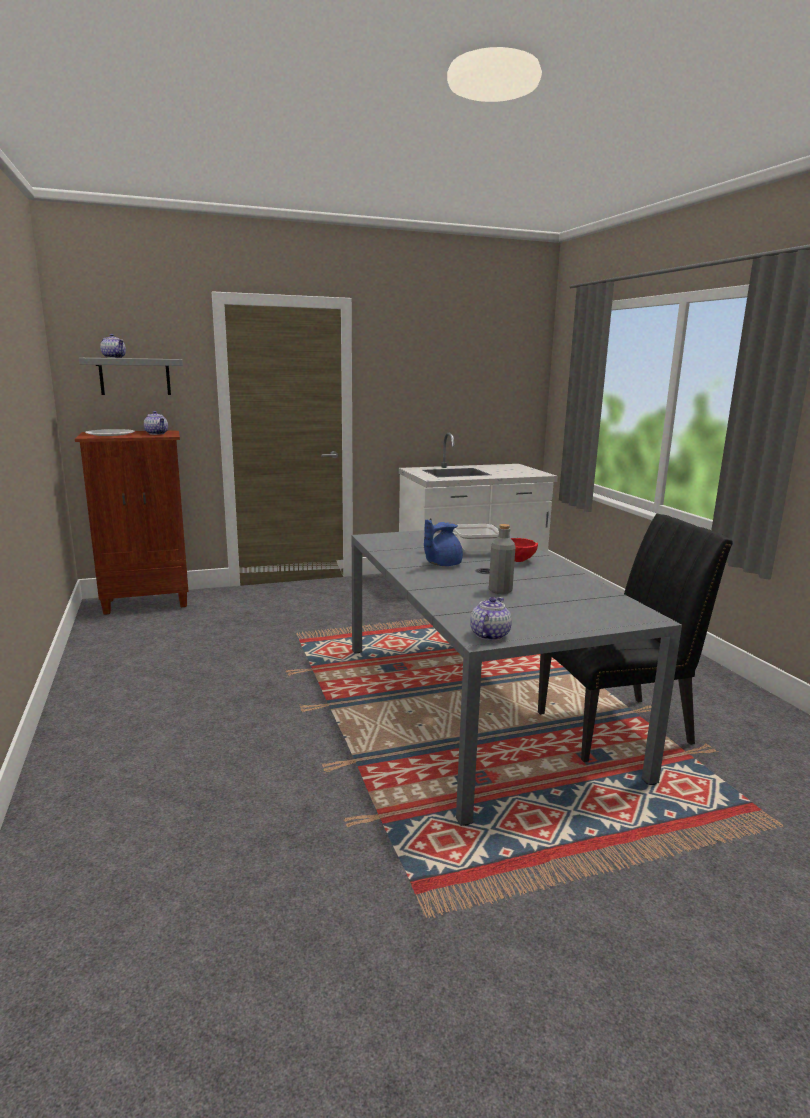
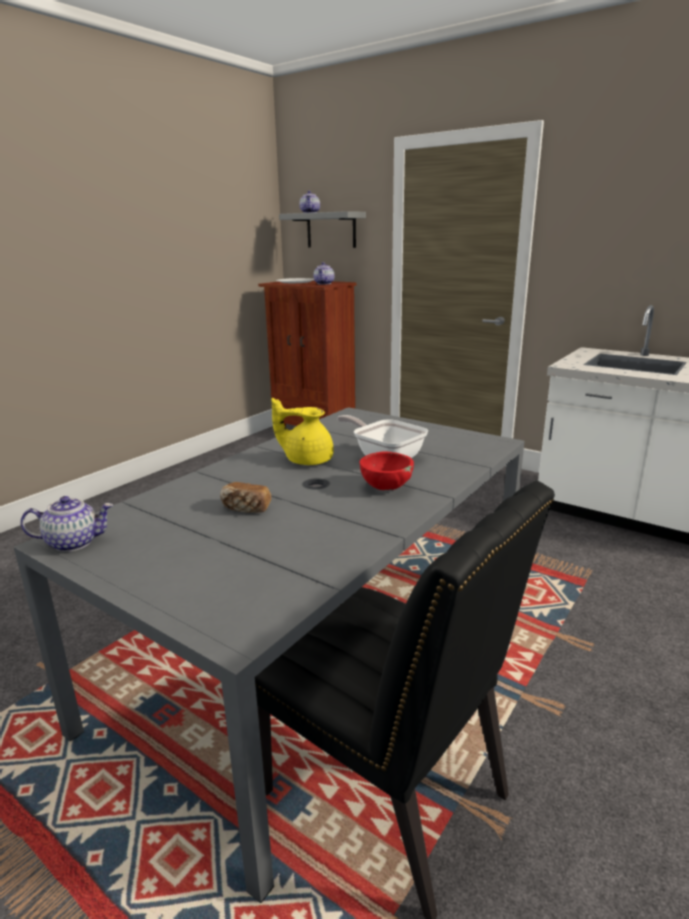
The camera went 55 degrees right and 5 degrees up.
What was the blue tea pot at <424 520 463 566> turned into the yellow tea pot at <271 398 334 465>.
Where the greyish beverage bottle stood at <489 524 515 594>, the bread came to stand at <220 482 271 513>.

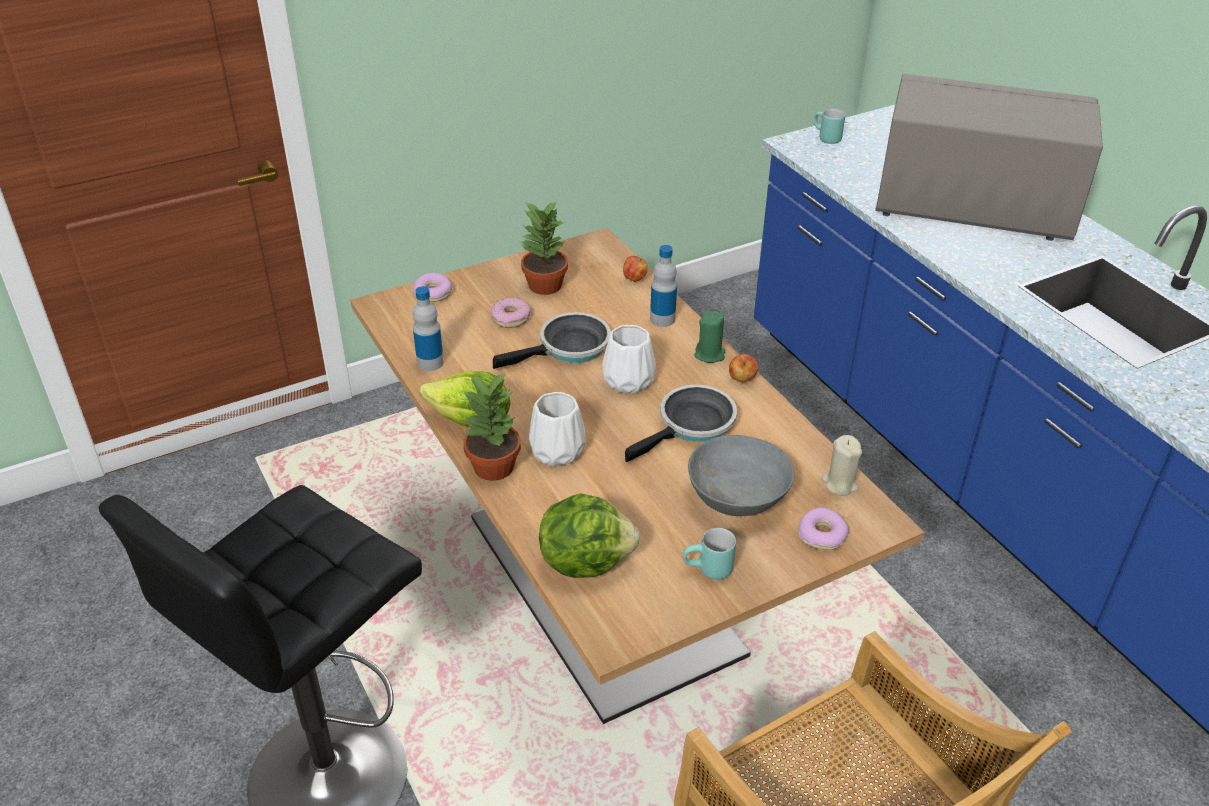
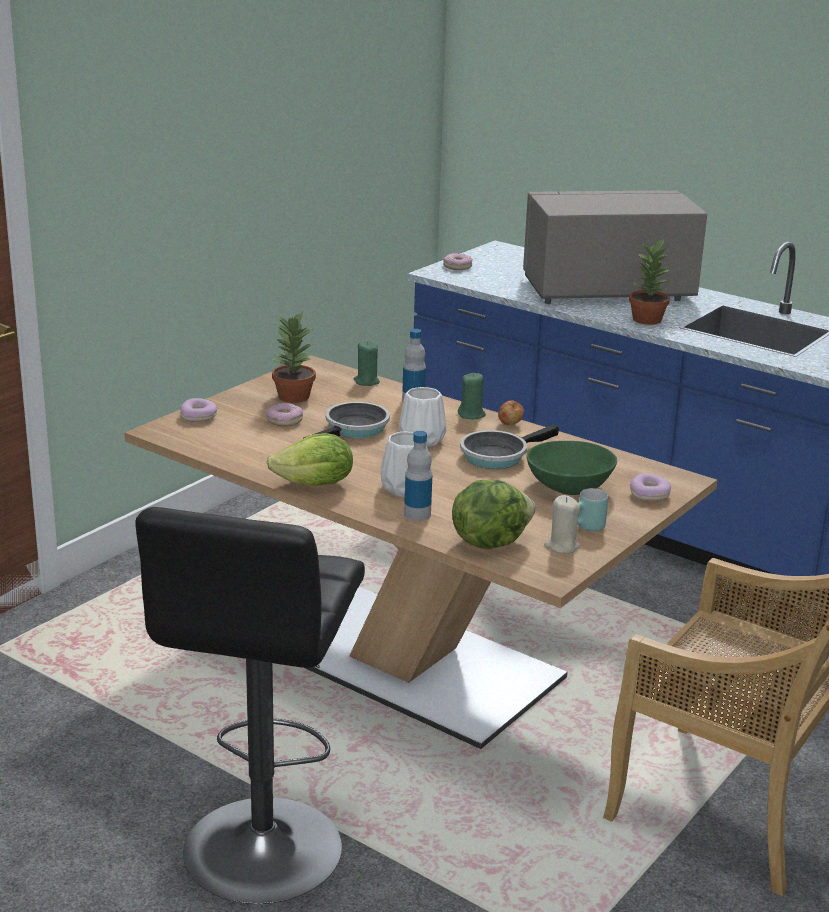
The camera went 25 degrees left and 15 degrees down.
The beverage bottle ended up elsewhere, having gone from <413 286 444 371> to <404 431 432 521>.
The potted plant ended up elsewhere, having gone from <462 374 521 481> to <629 237 671 325>.
Where the apple fruit stood at <623 256 648 282>, the green candle came to stand at <353 340 380 386>.
The frying pan at <625 385 737 462> ended up facing another way, 150 degrees counterclockwise from before.
What was the greyish bowl at <688 435 794 516> turned into the green bowl at <526 441 617 495>.
Where the turquoise-coloured coffee mug stood at <814 109 845 144>, the doughnut came to stand at <443 253 472 270>.
The beige candle ended up elsewhere, having gone from <821 435 862 496> to <544 495 580 554>.

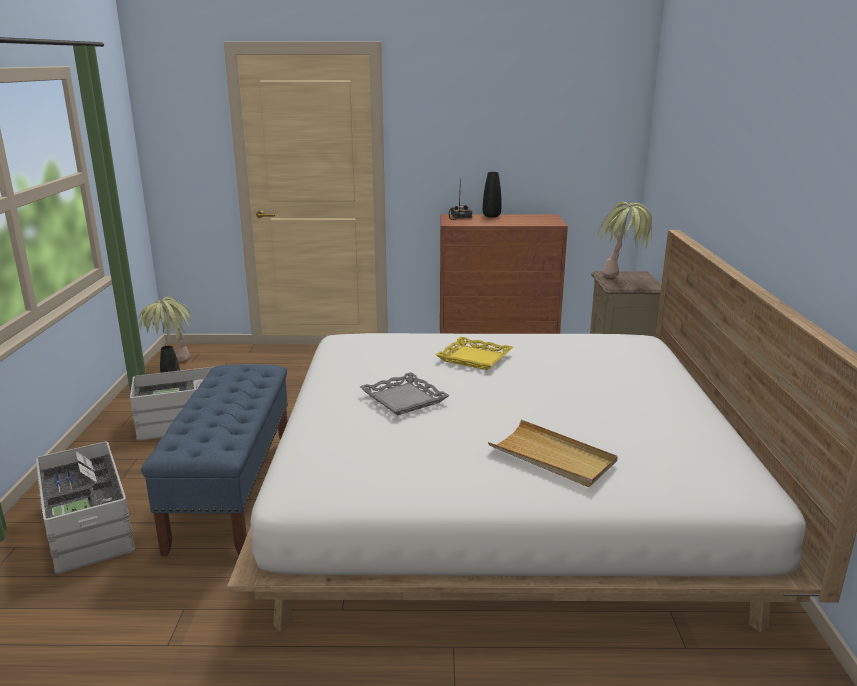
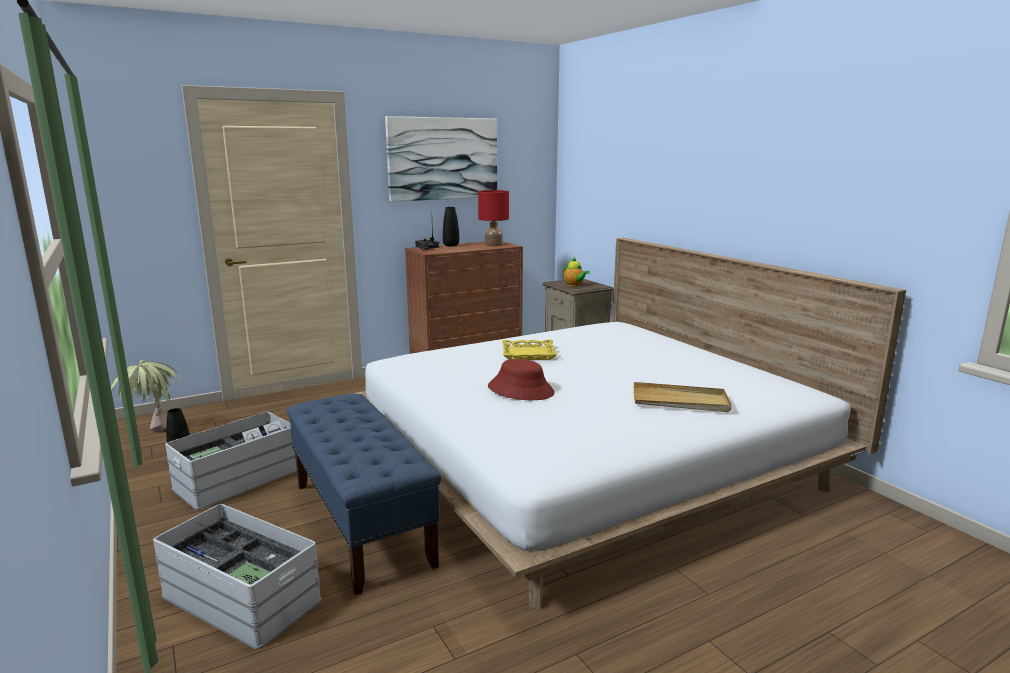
The camera went 30 degrees left and 5 degrees down.
Where the greyish carrying tray stood at <360 372 450 415>, the reddish clothing hat came to stand at <488 359 555 400>.
Where the potted plant stood at <598 202 652 278>, the tea pot came to stand at <564 257 590 287>.
The second view gained the wall picture at <385 116 497 202>.
The second view gained the reddish tabletop lamp at <478 190 509 246>.

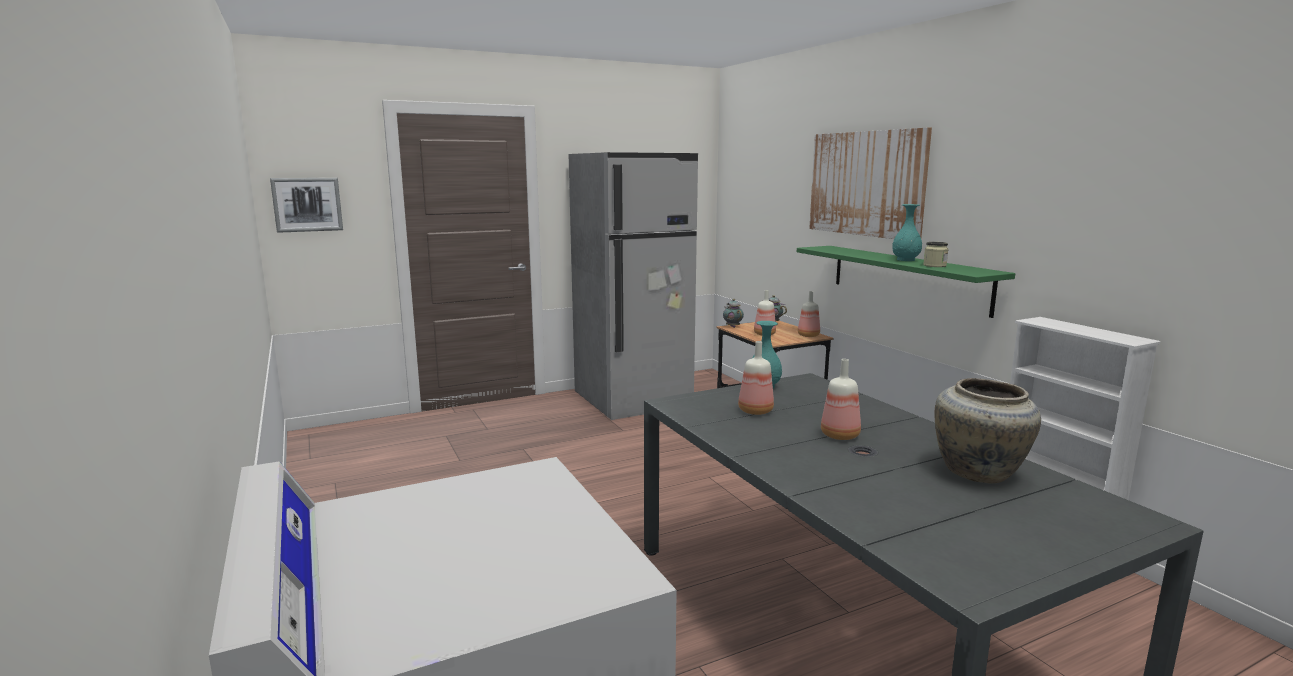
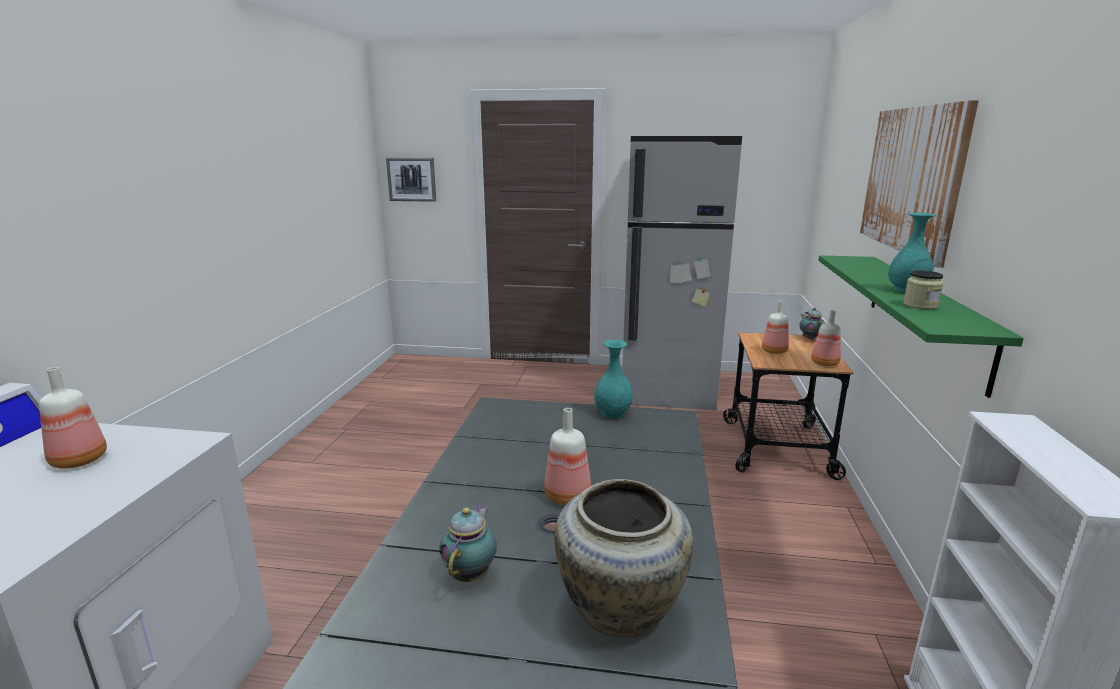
The camera went 35 degrees right and 5 degrees up.
The tea pot ended up elsewhere, having gone from <723 299 744 328> to <439 505 497 582>.
The beverage bottle ended up elsewhere, having gone from <738 341 774 415> to <39 367 107 469>.

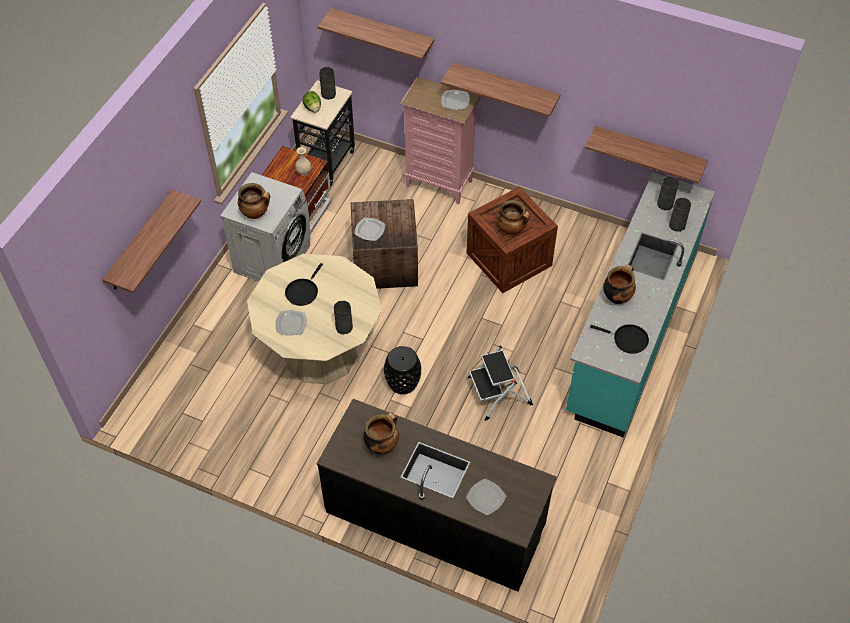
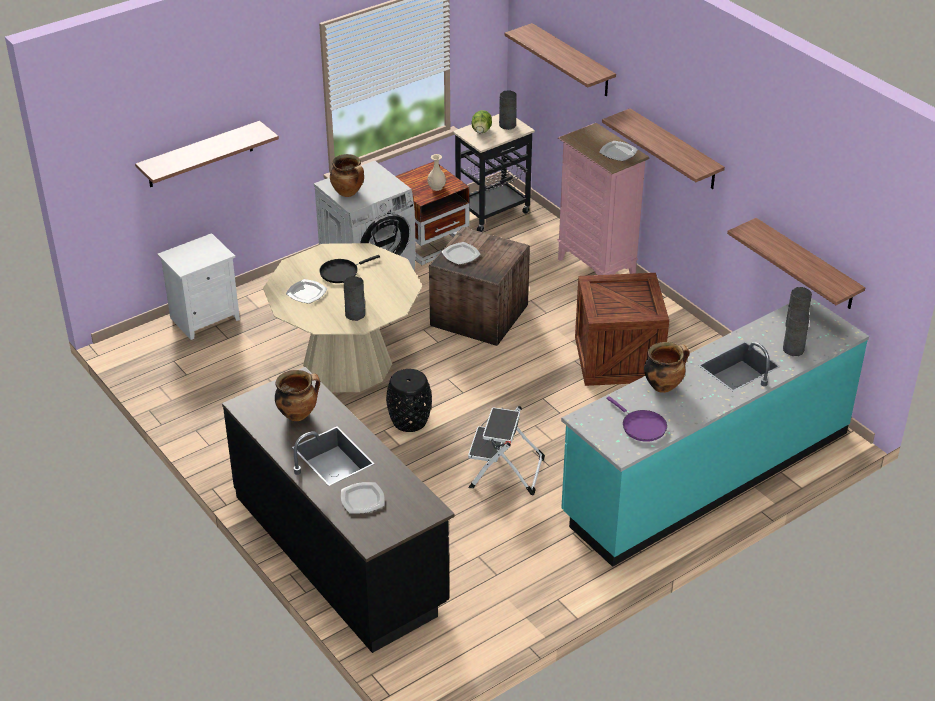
The camera went 30 degrees right and 15 degrees down.
The second view lost the cooking pot at <497 200 530 235>.
What was the blackish frying pan at <590 324 649 354> turned into the purple-coloured frying pan at <607 396 667 442>.
The second view gained the whitish nightstand at <157 233 240 340>.

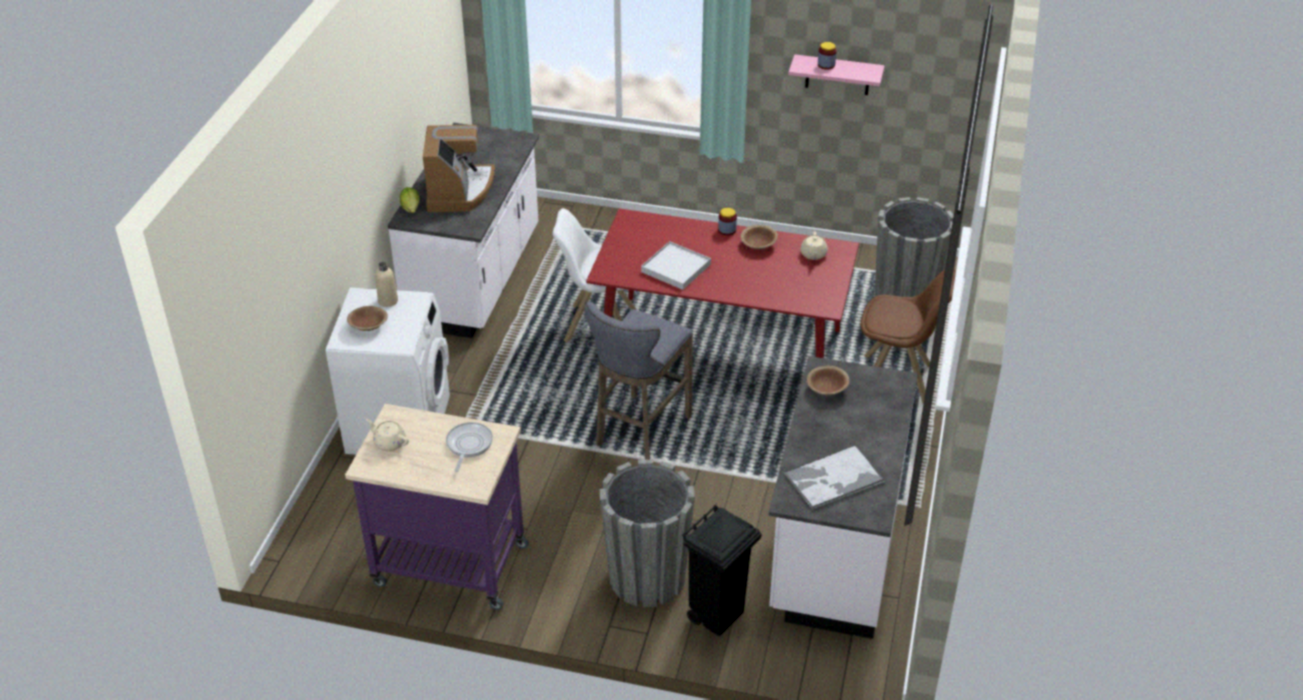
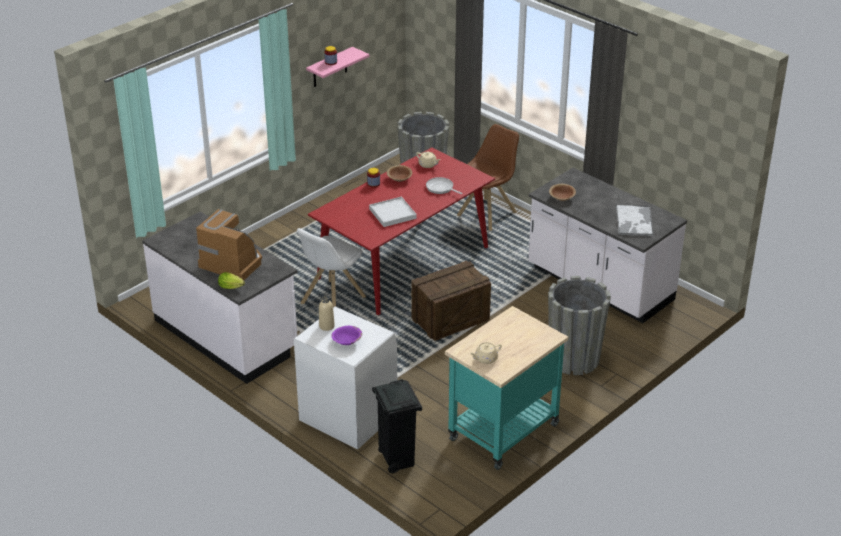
The camera went 60 degrees left and 5 degrees down.
What was the purple-coloured cart at <345 404 529 610> turned into the turquoise-coloured cart at <445 306 568 470>.
What was the brownish bowl at <347 306 388 331> turned into the purple-coloured bowl at <331 326 362 345>.
The frying pan ended up elsewhere, having gone from <446 422 493 472> to <426 177 462 194>.
Where the greyish stool stood at <585 301 693 460>, the packing crate came to stand at <411 260 491 341>.
The blackish trash can ended up elsewhere, having gone from <682 505 762 636> to <372 379 422 473>.

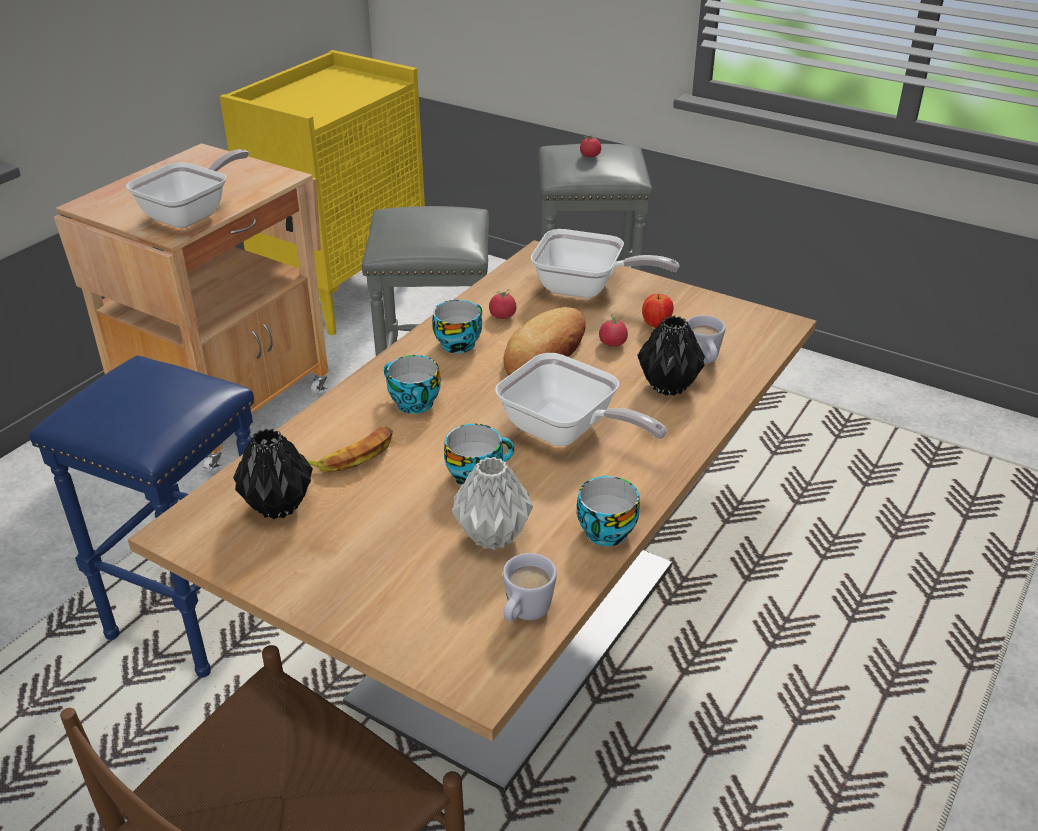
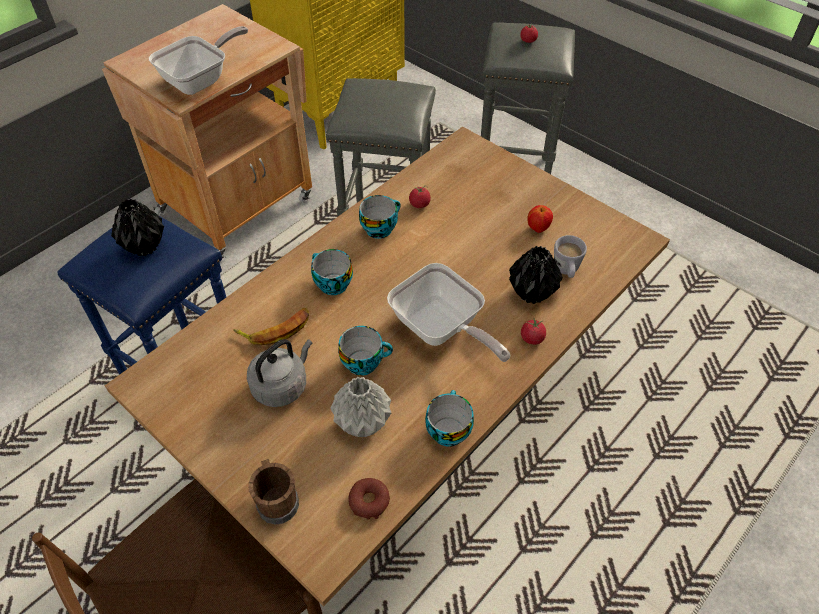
The camera went 10 degrees right and 15 degrees up.
The blackish vase ended up elsewhere, having gone from <233 428 313 519> to <111 199 164 256>.
The second view lost the bread at <503 307 586 375>.
Where the whitish coffee mug stood at <503 553 557 622>, the doughnut came to stand at <348 478 390 520>.
The second view lost the frying pan at <531 229 680 298>.
The whole tomato ended up elsewhere, having gone from <599 315 628 347> to <521 318 546 345>.
The second view gained the greyish kettle at <247 339 312 407>.
The second view gained the brownish coffee mug at <248 459 299 525>.

